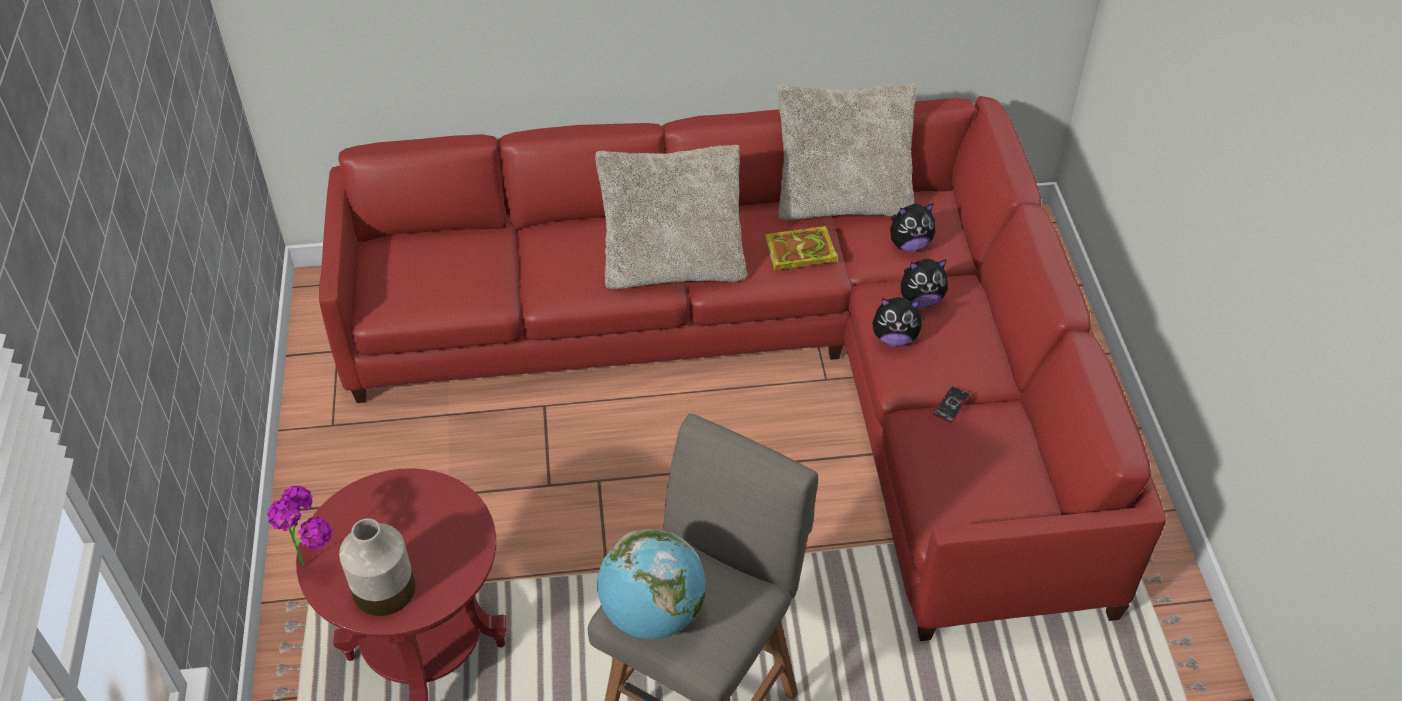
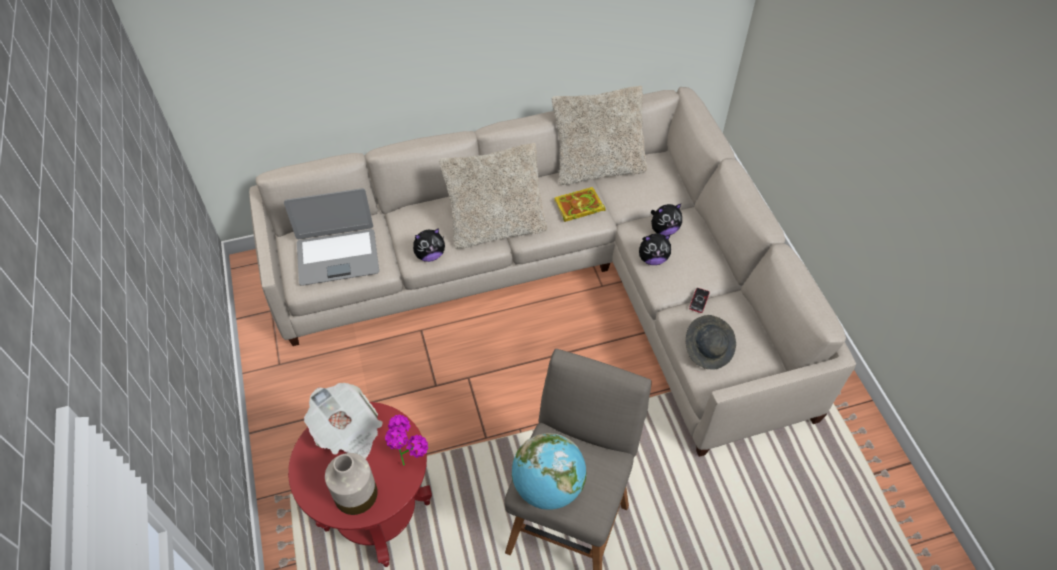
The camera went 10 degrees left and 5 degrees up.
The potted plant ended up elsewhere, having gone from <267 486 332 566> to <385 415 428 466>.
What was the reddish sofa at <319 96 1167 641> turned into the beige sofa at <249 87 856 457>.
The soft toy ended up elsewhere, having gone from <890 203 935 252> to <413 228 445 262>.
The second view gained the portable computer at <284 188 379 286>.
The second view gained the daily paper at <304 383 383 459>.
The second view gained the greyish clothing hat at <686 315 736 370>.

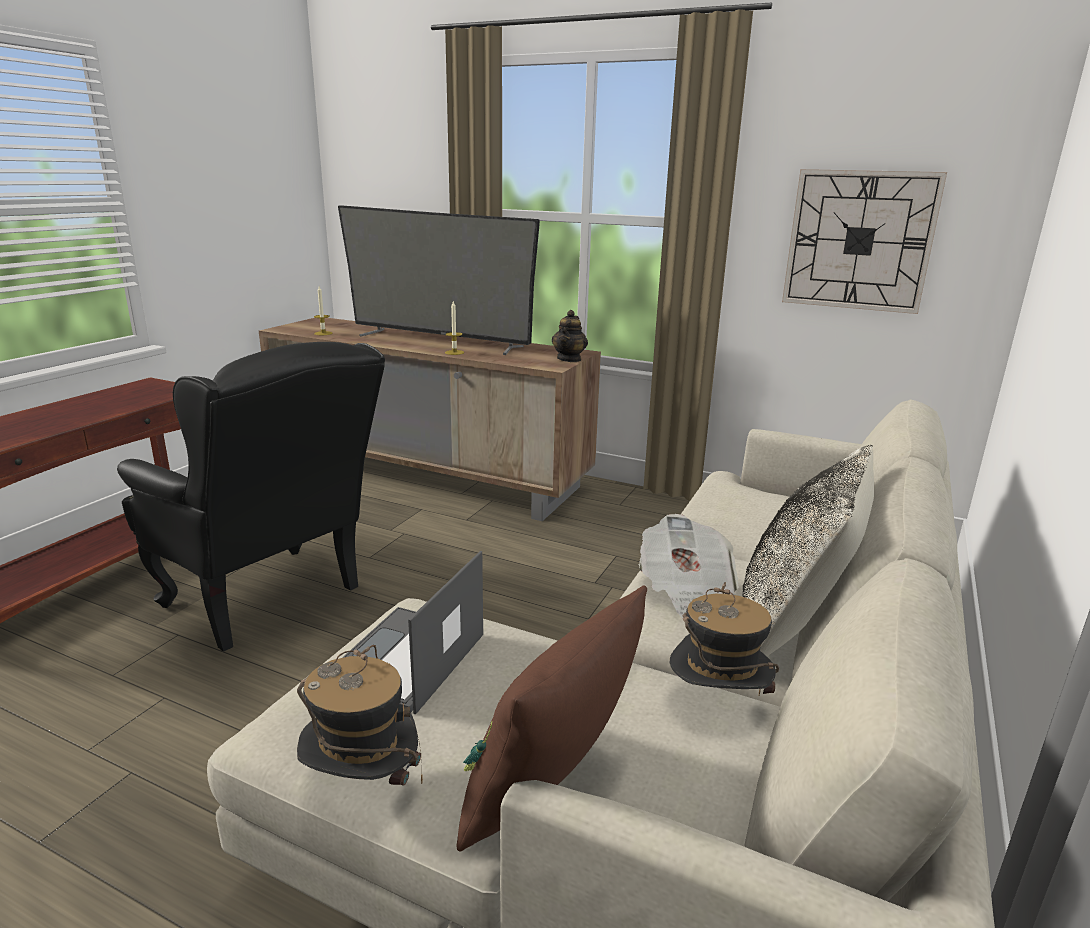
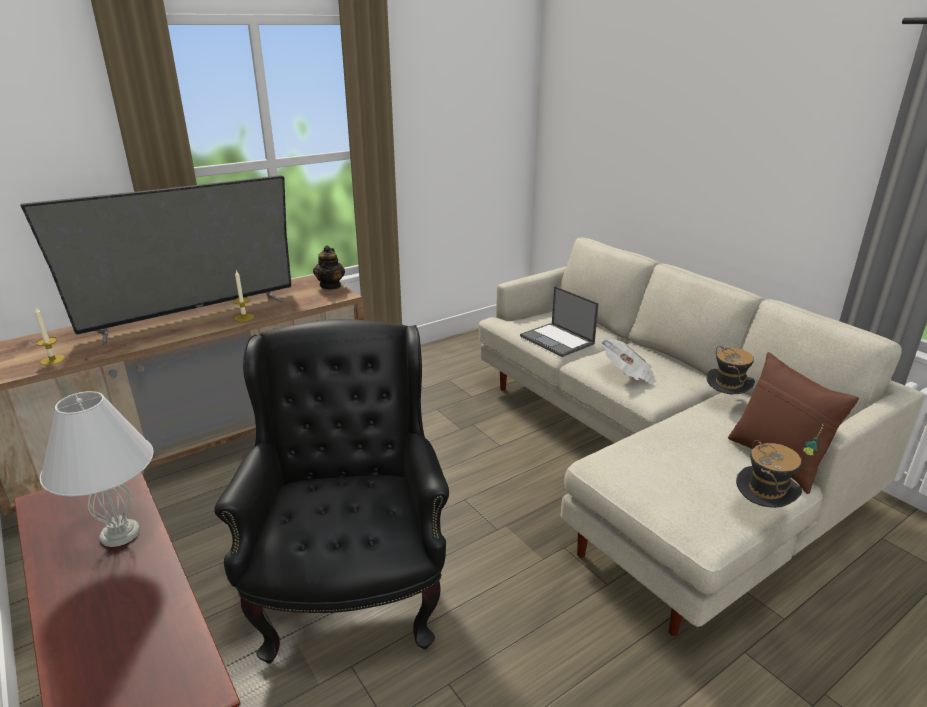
The camera went 60 degrees left and 5 degrees up.
The blackish armchair at <117 342 385 652> ended up facing another way, 75 degrees counterclockwise from before.
The portable computer ended up elsewhere, having gone from <342 551 483 714> to <520 286 599 357>.
The tea pot at <552 310 588 362> ended up facing another way, 45 degrees clockwise from before.
The second view lost the beige throw pillow at <742 445 874 656>.
The second view lost the hanging clock at <782 169 947 314>.
The second view gained the whitish tabletop lamp at <40 391 153 547>.

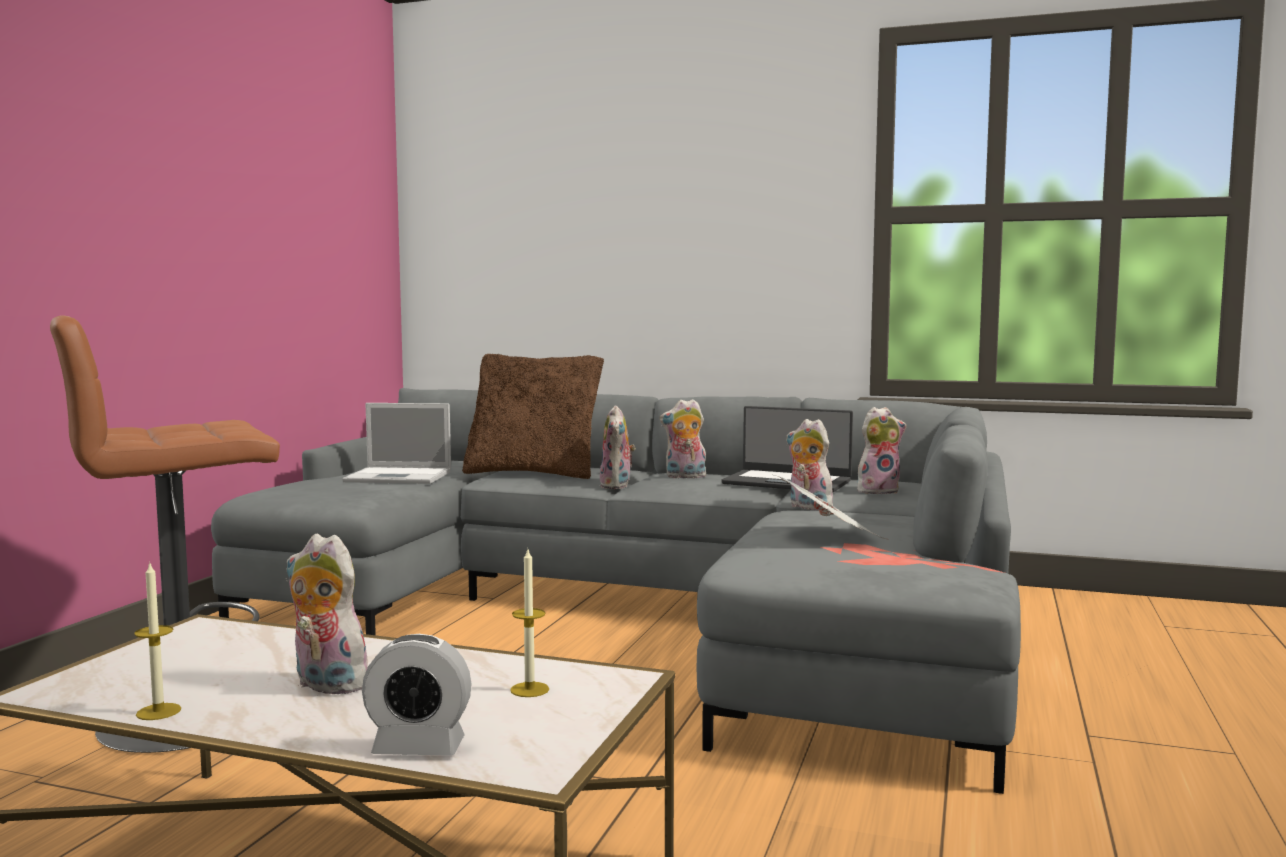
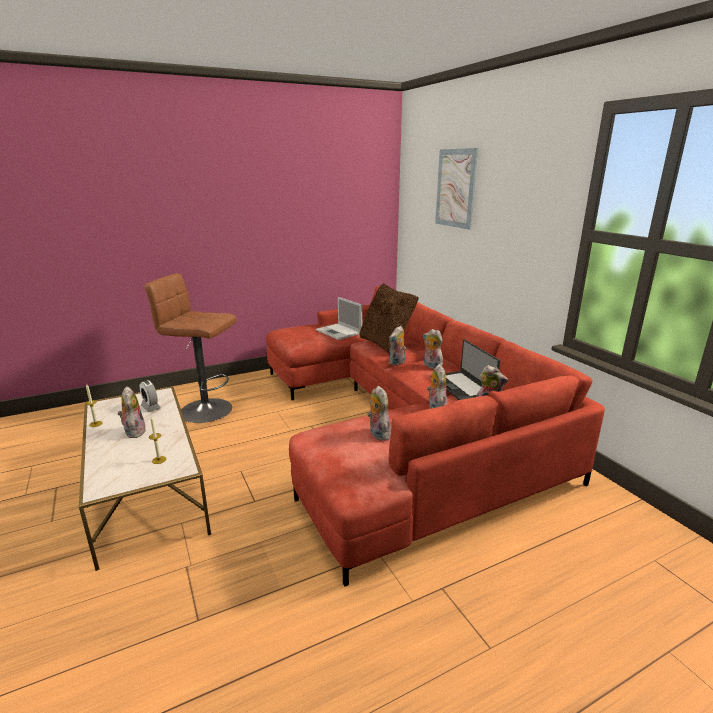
The camera went 45 degrees right and 15 degrees up.
What was the greyish sofa at <211 388 1021 794> turned into the reddish sofa at <266 286 605 586>.
The table clock ended up elsewhere, having gone from <362 634 471 756> to <140 380 161 412>.
Where the daily paper stood at <774 475 886 539>, the soft toy came to stand at <367 386 391 441>.
The second view gained the wall picture at <435 148 478 230>.

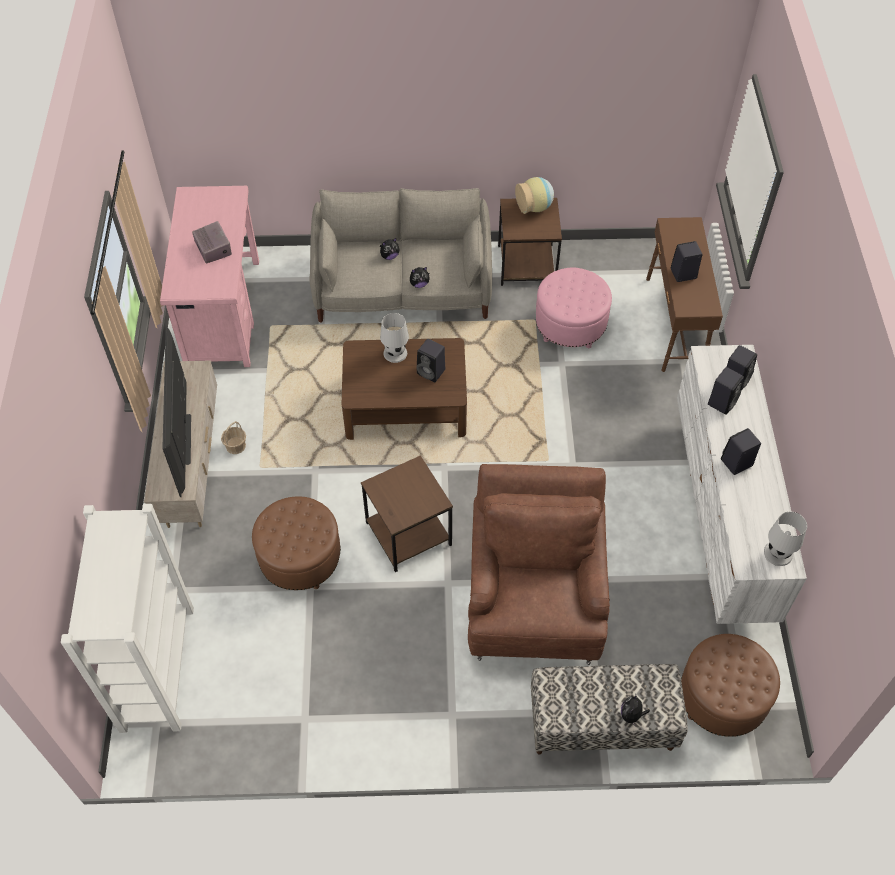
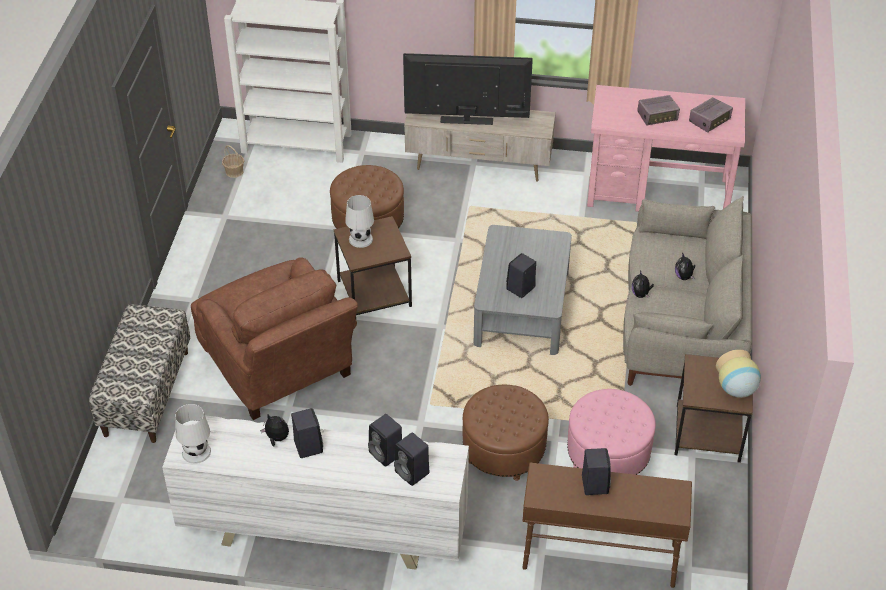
The camera went 100 degrees right and 10 degrees down.
The household basket ended up elsewhere, having gone from <221 421 246 454> to <222 145 244 178>.
What was the brownish coffee table at <341 338 467 440> turned into the greyish coffee table at <474 225 572 355>.
The whitish tabletop lamp ended up elsewhere, having gone from <380 313 409 363> to <345 195 374 248>.
The brownish armchair at <468 464 610 665> ended up facing another way, 45 degrees clockwise from before.
The soft toy ended up elsewhere, having gone from <621 694 650 727> to <260 414 289 447>.
The brownish ottoman ended up elsewhere, having gone from <681 634 780 737> to <462 385 549 481>.
The second view gained the radio at <689 97 733 133>.

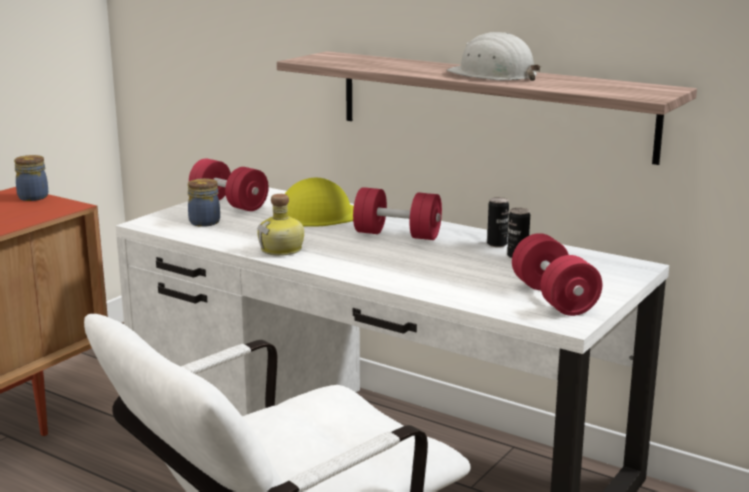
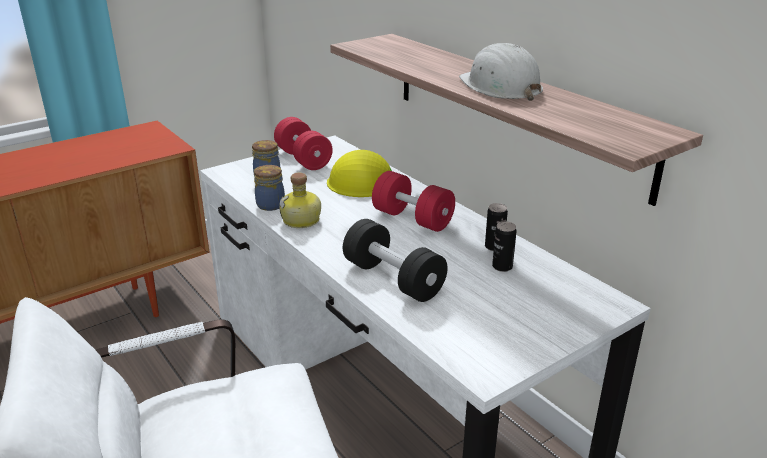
The camera went 20 degrees right and 10 degrees up.
The jar ended up elsewhere, having gone from <14 155 48 201> to <254 165 285 211>.
The second view lost the reddish free weight at <512 233 602 316>.
The second view gained the blackish free weight at <343 219 448 302>.

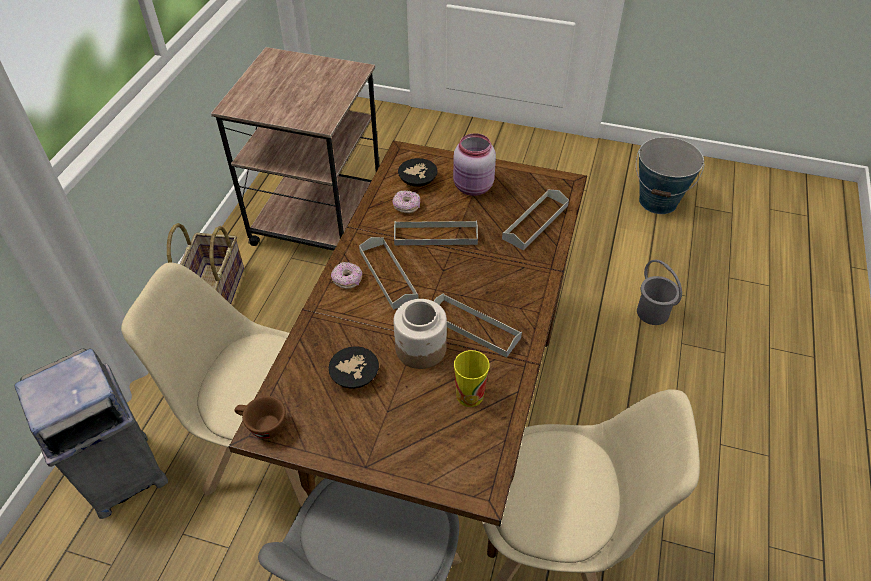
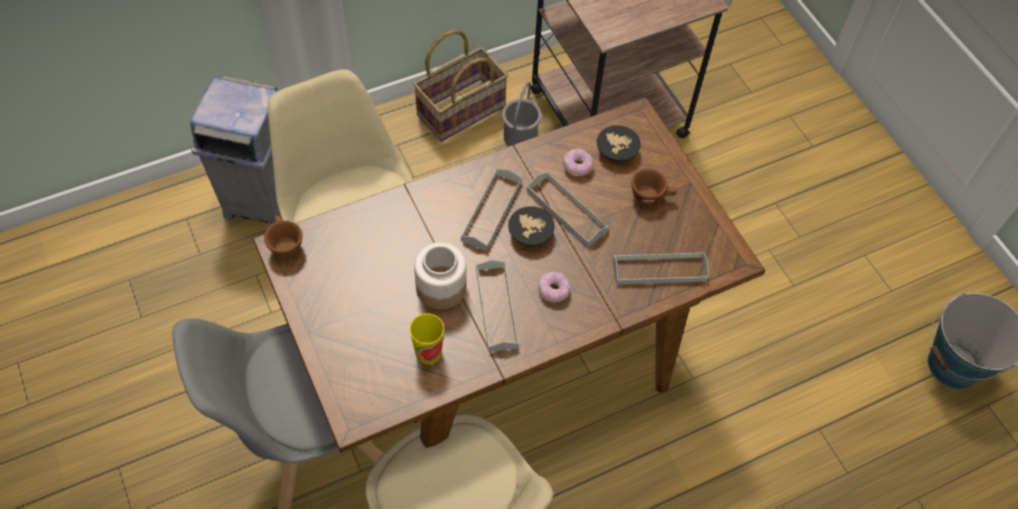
The camera went 45 degrees right and 10 degrees up.
The blackish bowl ended up elsewhere, having gone from <329 346 379 388> to <508 206 555 246>.
The doughnut ended up elsewhere, having gone from <331 262 362 289> to <538 271 570 303>.
Where the pink-coloured jar stood at <453 133 496 196>, the brownish small cup came to stand at <631 168 678 205>.
The greyish bucket ended up elsewhere, having gone from <637 260 682 325> to <502 82 542 146>.

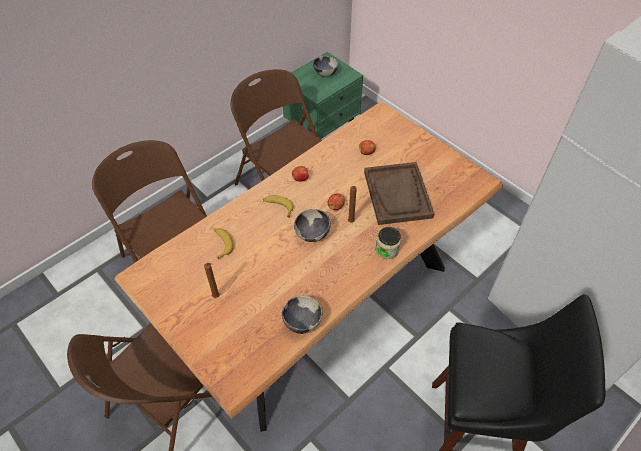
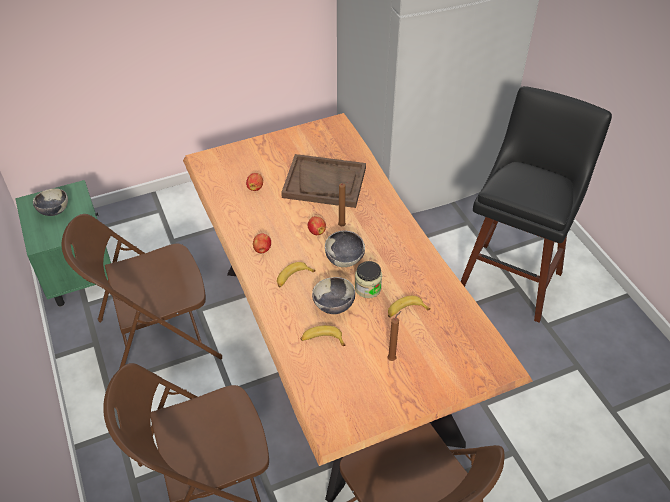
The camera went 70 degrees left and 5 degrees down.
The bowl ended up elsewhere, having gone from <282 296 322 334> to <312 277 355 314>.
The jar ended up elsewhere, having gone from <376 227 401 259> to <355 261 382 298>.
The second view gained the banana at <388 296 431 318>.

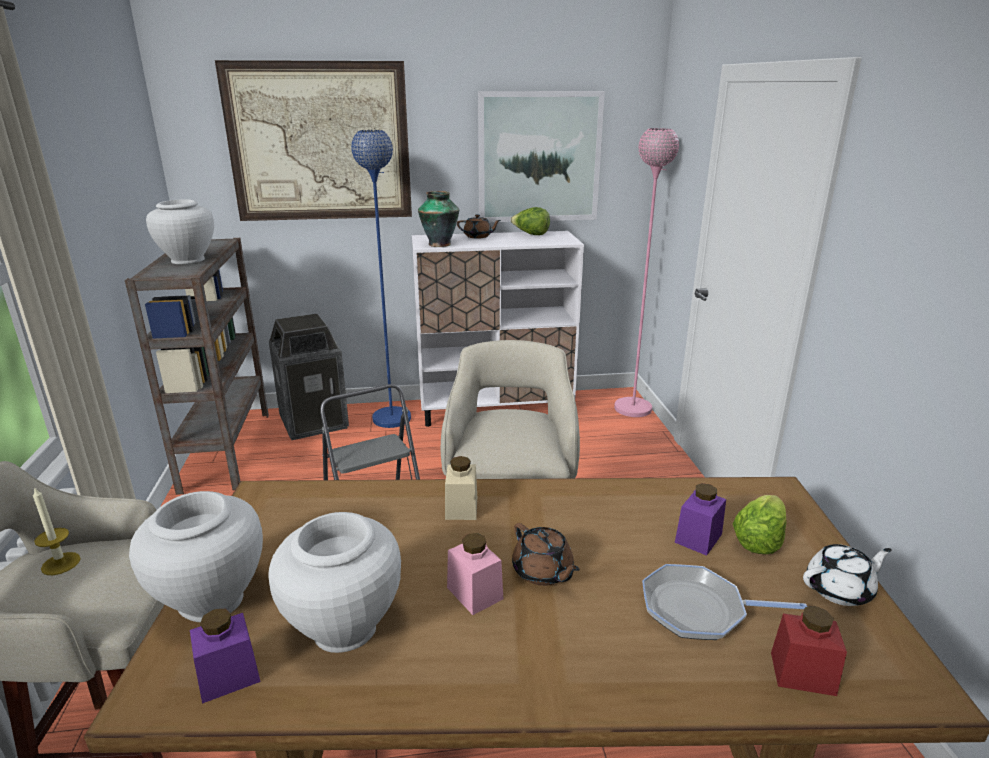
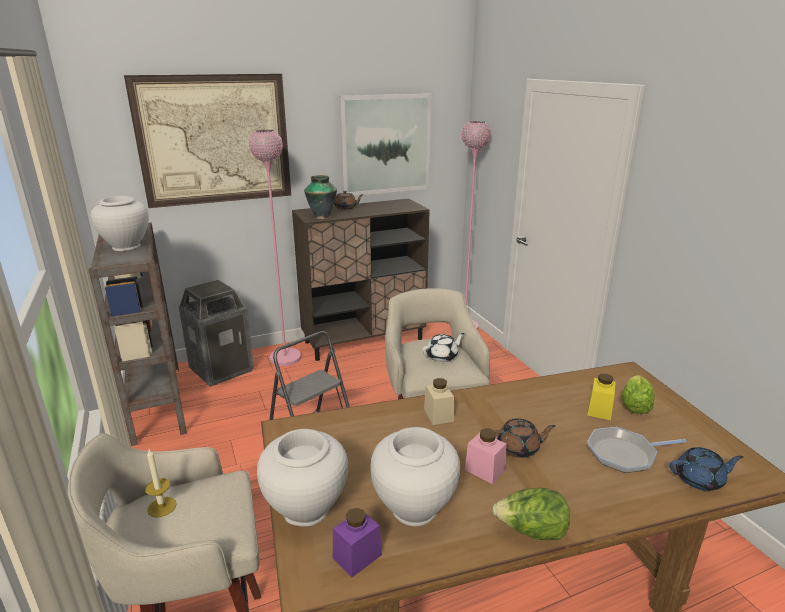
The camera went 15 degrees left and 0 degrees up.
What was the blue standard lamp at <351 130 411 428> turned into the pink-coloured standard lamp at <249 129 301 366>.
What was the whitish cabinet at <412 231 584 427> turned into the brownish cabinet at <292 199 430 361>.
The head of lettuce ended up elsewhere, having gone from <510 207 550 235> to <492 488 570 540>.
The brownish tea pot at <512 523 580 586> ended up facing another way, 45 degrees counterclockwise from before.
What was the purple-coloured jar at <675 483 726 556> turned into the yellow jar at <587 374 616 420>.
Where the reddish jar stood at <771 606 847 696>, the blue tea pot came to stand at <669 447 743 491>.
The whitish tea pot ended up elsewhere, having gone from <803 544 892 606> to <422 333 464 362>.

